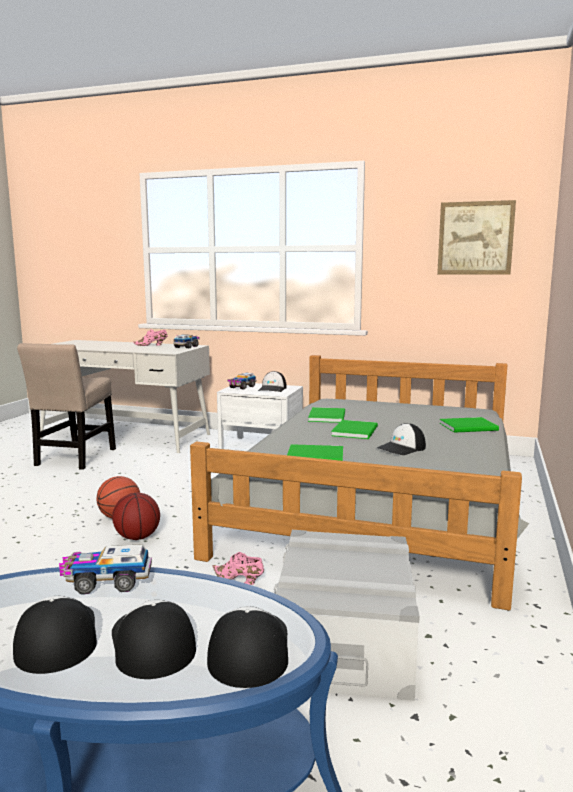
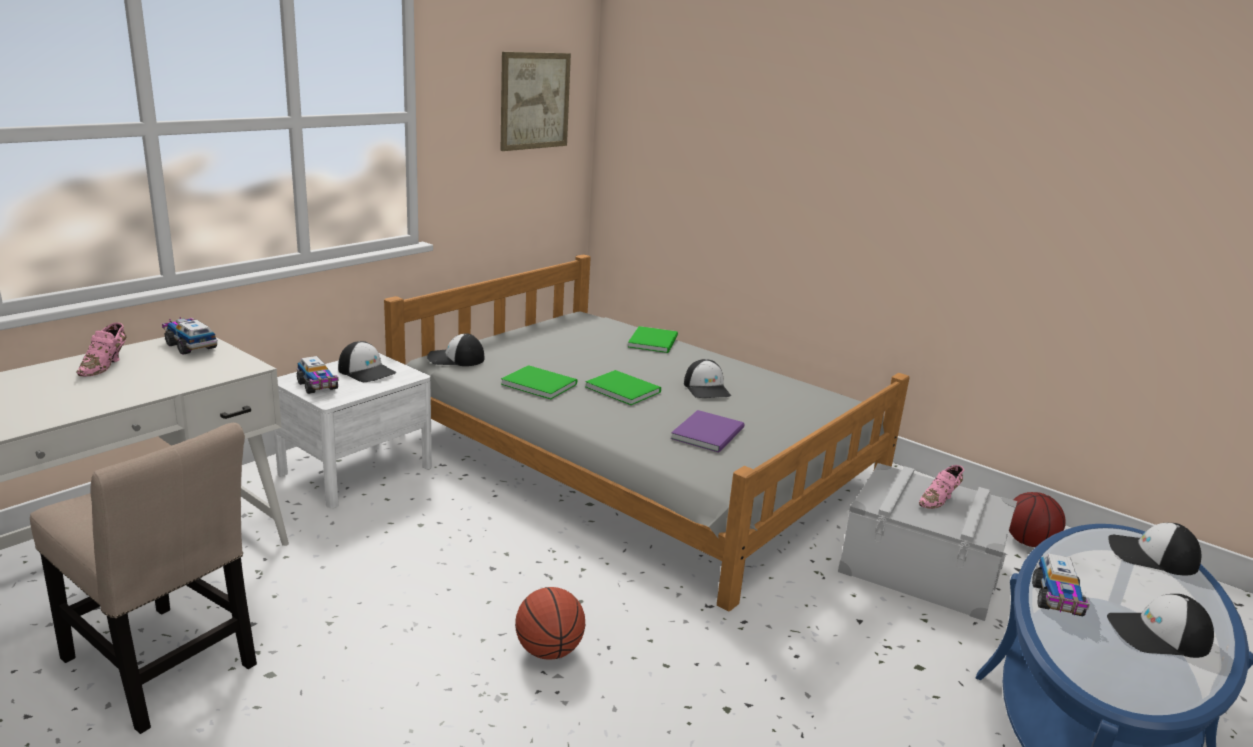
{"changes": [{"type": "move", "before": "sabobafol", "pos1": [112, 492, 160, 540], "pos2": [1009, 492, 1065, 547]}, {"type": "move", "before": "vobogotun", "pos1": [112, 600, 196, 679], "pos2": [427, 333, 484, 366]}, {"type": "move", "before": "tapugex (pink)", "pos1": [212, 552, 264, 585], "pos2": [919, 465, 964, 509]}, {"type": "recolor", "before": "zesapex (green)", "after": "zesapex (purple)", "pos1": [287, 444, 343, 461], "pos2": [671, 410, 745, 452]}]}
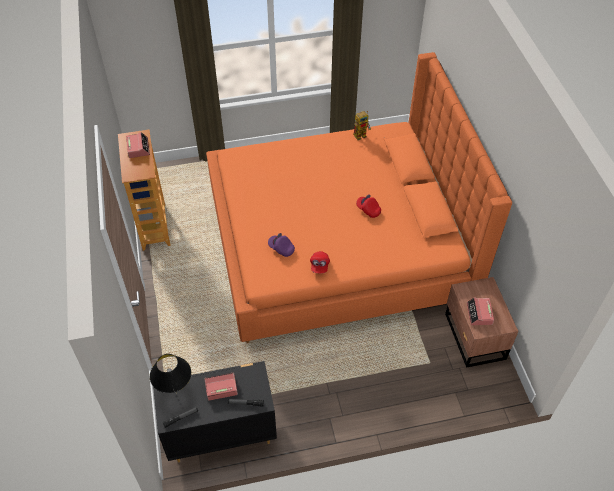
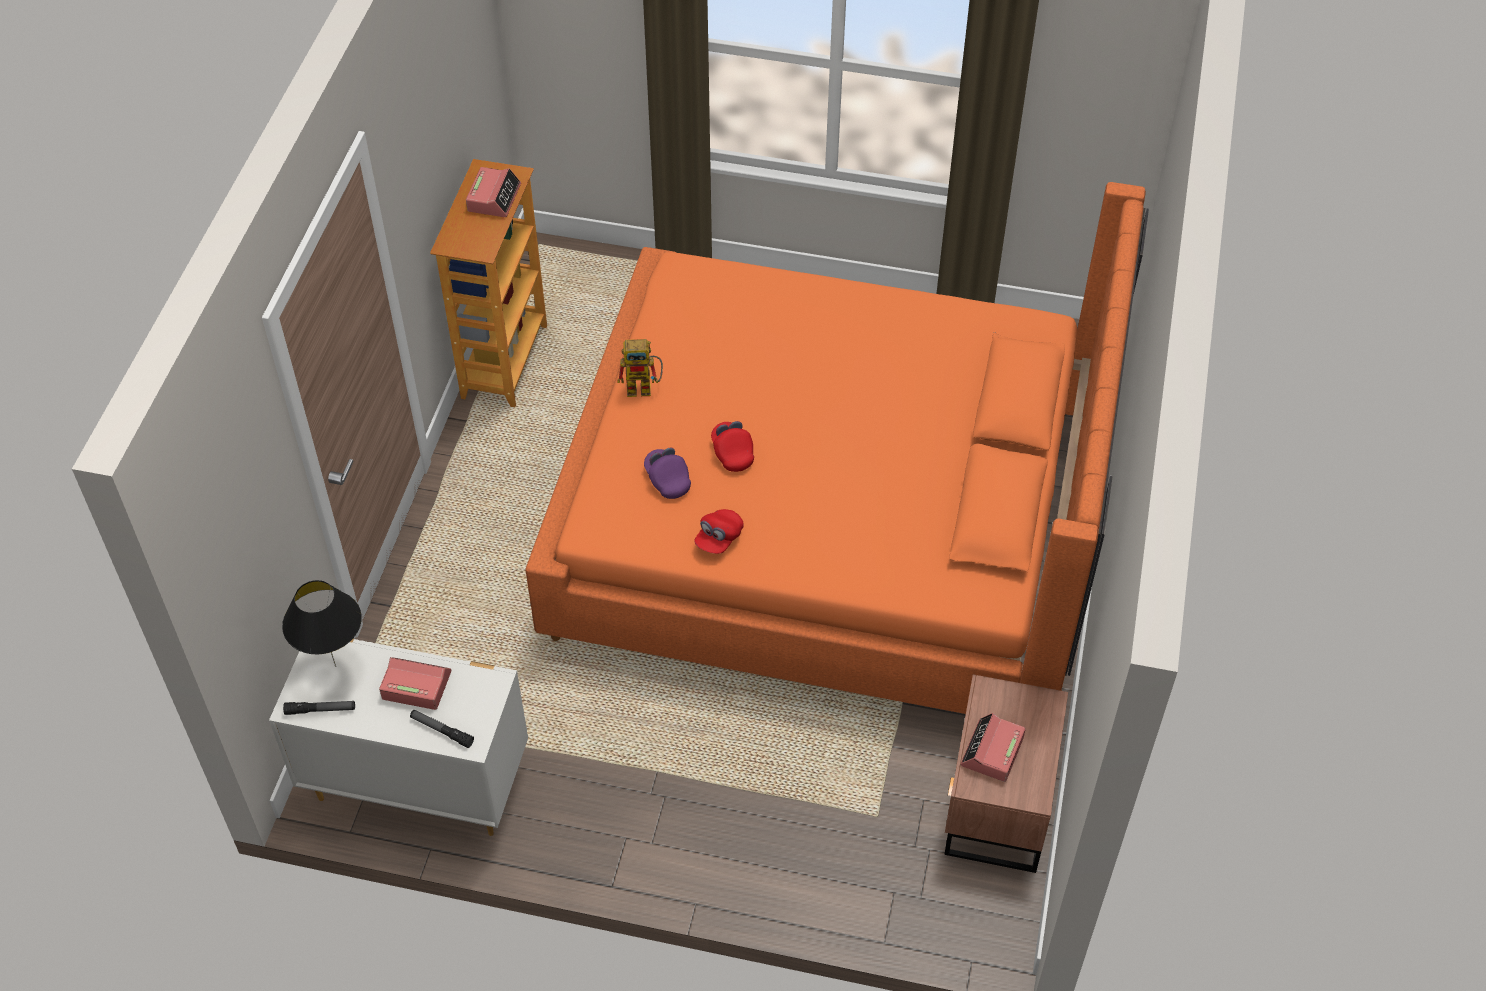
{"changes": [{"type": "recolor", "before": "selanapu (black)", "after": "selanapu (white)", "pos1": [153, 361, 277, 462], "pos2": [269, 638, 528, 836]}, {"type": "move", "before": "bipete", "pos1": [353, 111, 371, 140], "pos2": [618, 339, 663, 397]}, {"type": "move", "before": "vobogotun (red)", "pos1": [356, 194, 381, 218], "pos2": [711, 421, 754, 472]}]}
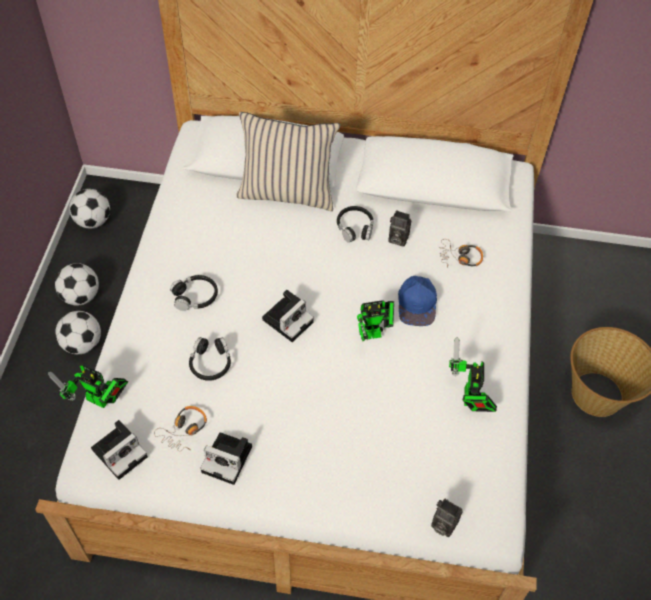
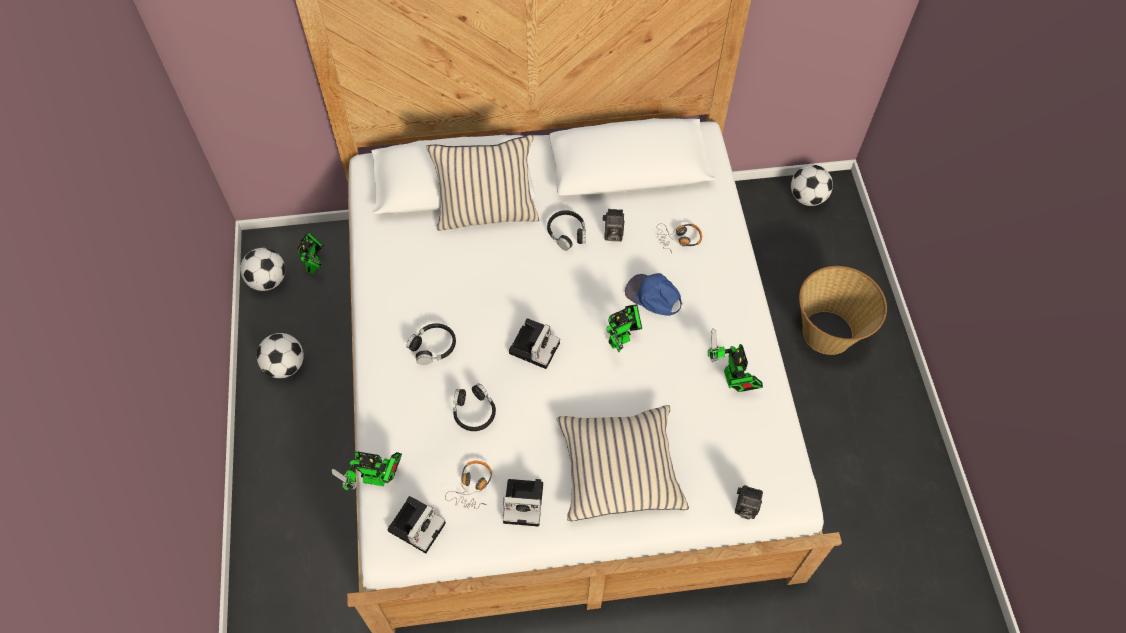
{"changes": [{"type": "move", "before": "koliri", "pos1": [55, 311, 101, 354], "pos2": [791, 165, 833, 206]}, {"type": "rotate", "before": "vobogotun (blue)", "pos1": [398, 276, 437, 326], "pos2": [625, 273, 682, 316], "turn": 135}, {"type": "insert", "after": "bipete", "pos2": [297, 232, 324, 274]}, {"type": "insert", "after": "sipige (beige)", "pos2": [557, 405, 689, 521]}]}
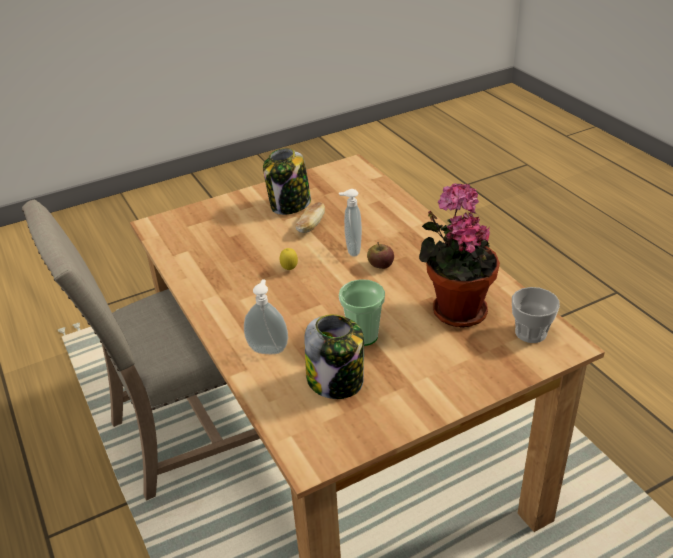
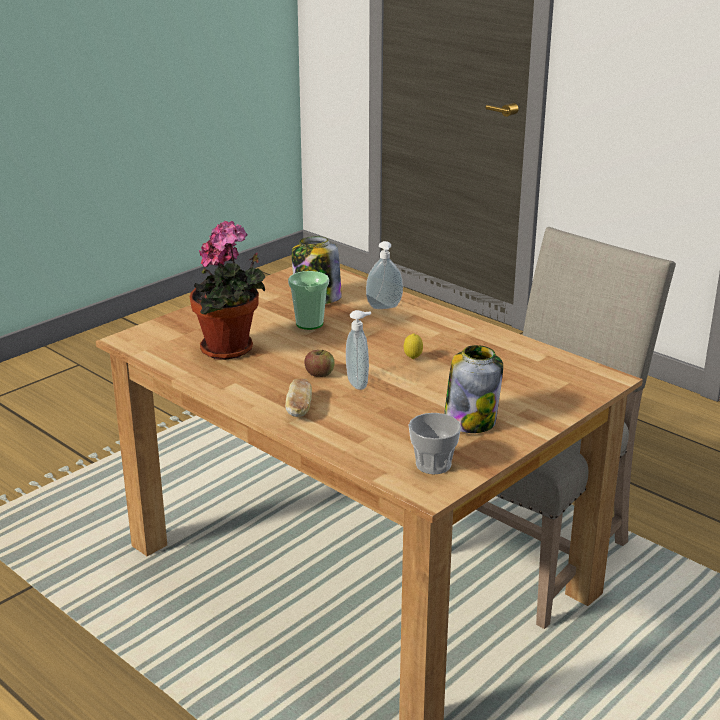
{"changes": [{"type": "move", "before": "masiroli", "pos1": [295, 202, 325, 233], "pos2": [285, 378, 312, 417]}, {"type": "move", "before": "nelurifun", "pos1": [512, 287, 560, 343], "pos2": [409, 413, 461, 474]}]}
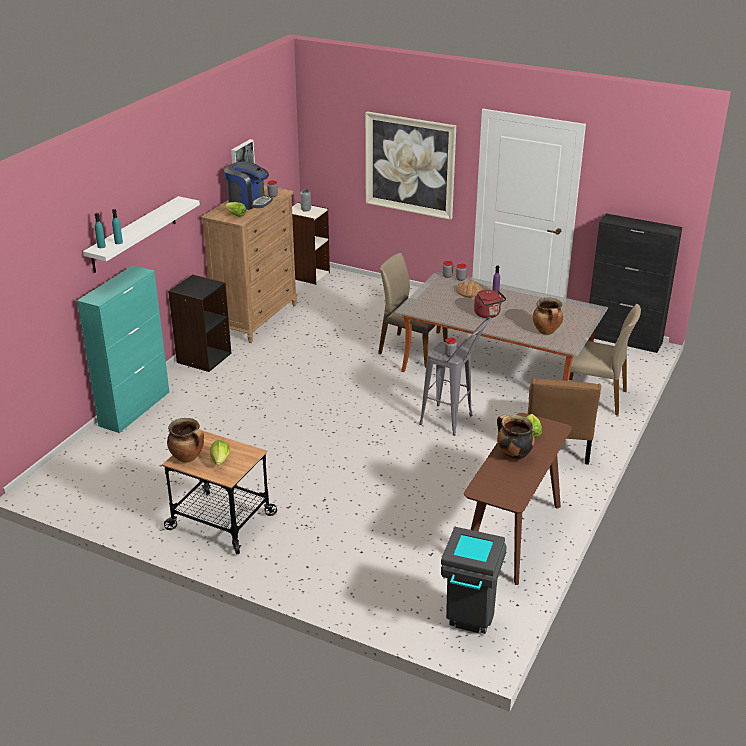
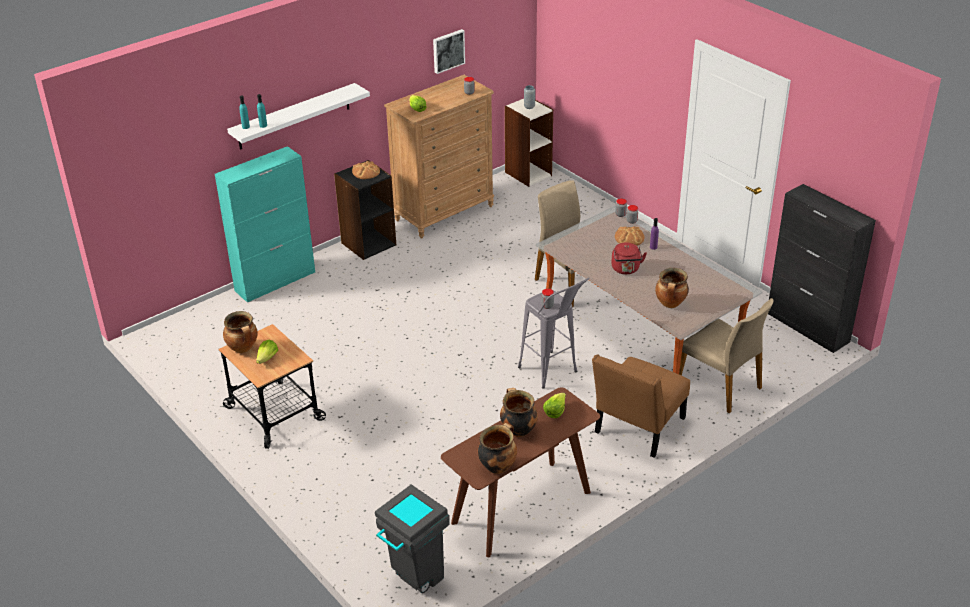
{"changes": [{"type": "delete", "before": "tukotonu", "pos1": [224, 162, 273, 210]}, {"type": "delete", "before": "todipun", "pos1": [365, 112, 456, 220]}, {"type": "insert", "after": "masiroli", "pos2": [352, 161, 380, 179]}, {"type": "insert", "after": "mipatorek", "pos2": [478, 423, 517, 474]}]}
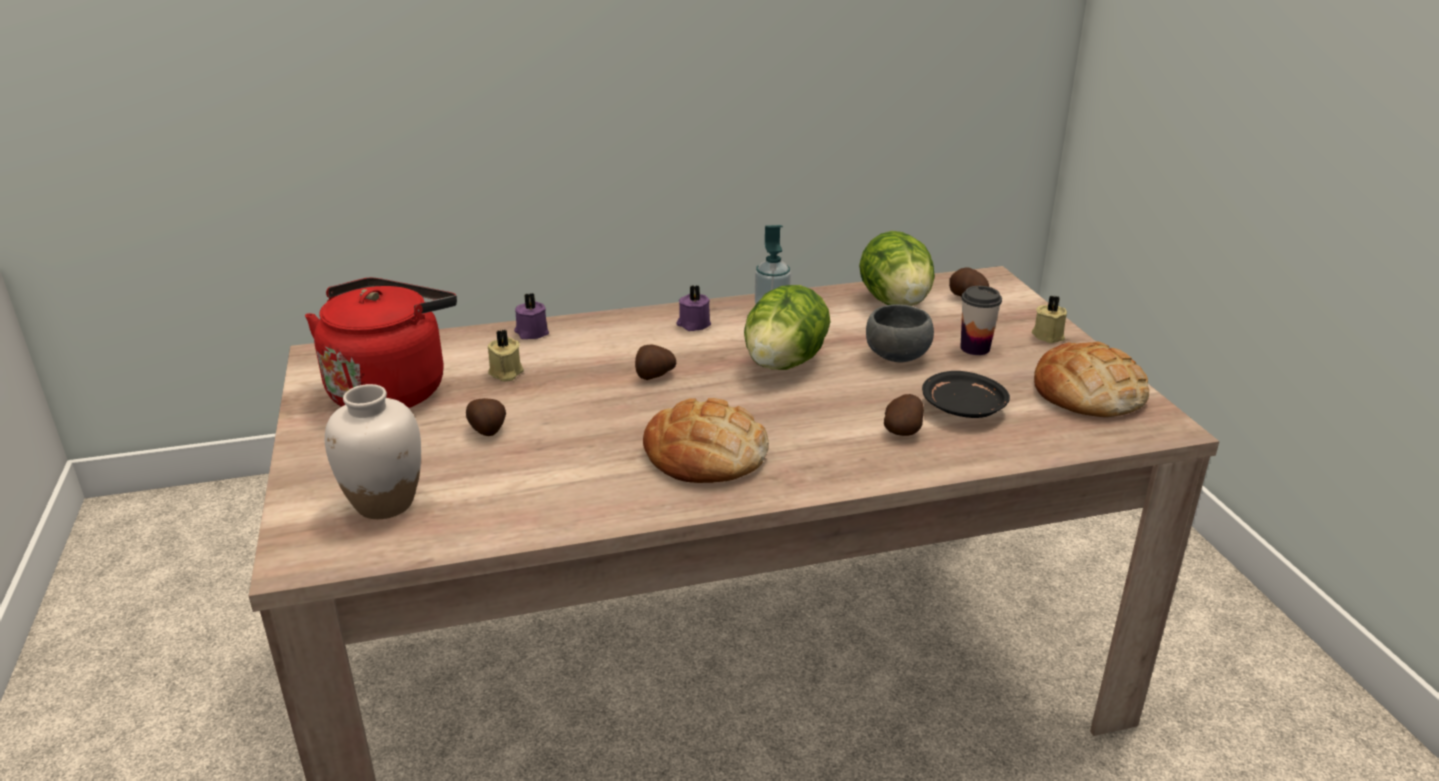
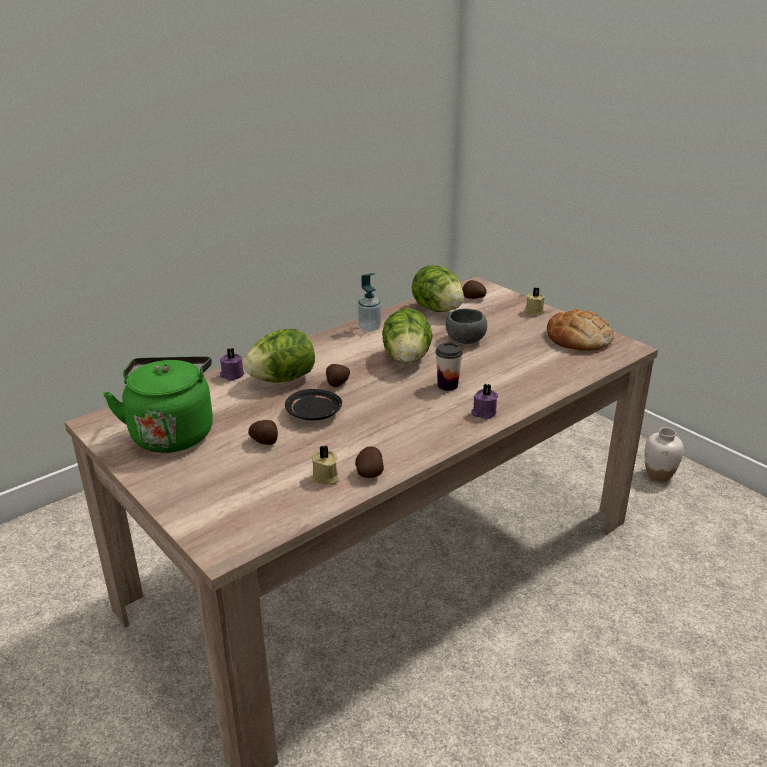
{"changes": [{"type": "recolor", "before": "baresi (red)", "after": "baresi (green)", "pos1": [305, 278, 457, 408], "pos2": [103, 356, 213, 453]}, {"type": "move", "before": "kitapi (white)", "pos1": [325, 384, 421, 519], "pos2": [644, 427, 684, 482]}, {"type": "move", "before": "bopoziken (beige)", "pos1": [488, 330, 524, 382], "pos2": [312, 445, 339, 485]}, {"type": "delete", "before": "masiroli", "pos1": [643, 398, 769, 483]}, {"type": "move", "before": "bopoziken (purple)", "pos1": [676, 285, 711, 331], "pos2": [471, 384, 498, 419]}, {"type": "move", "before": "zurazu", "pos1": [884, 394, 924, 436], "pos2": [355, 446, 384, 478]}, {"type": "move", "before": "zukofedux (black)", "pos1": [922, 371, 1010, 418], "pos2": [285, 389, 342, 420]}, {"type": "move", "before": "nelurifun", "pos1": [961, 286, 1002, 355], "pos2": [435, 343, 463, 391]}, {"type": "insert", "after": "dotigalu", "pos2": [243, 329, 315, 383]}]}
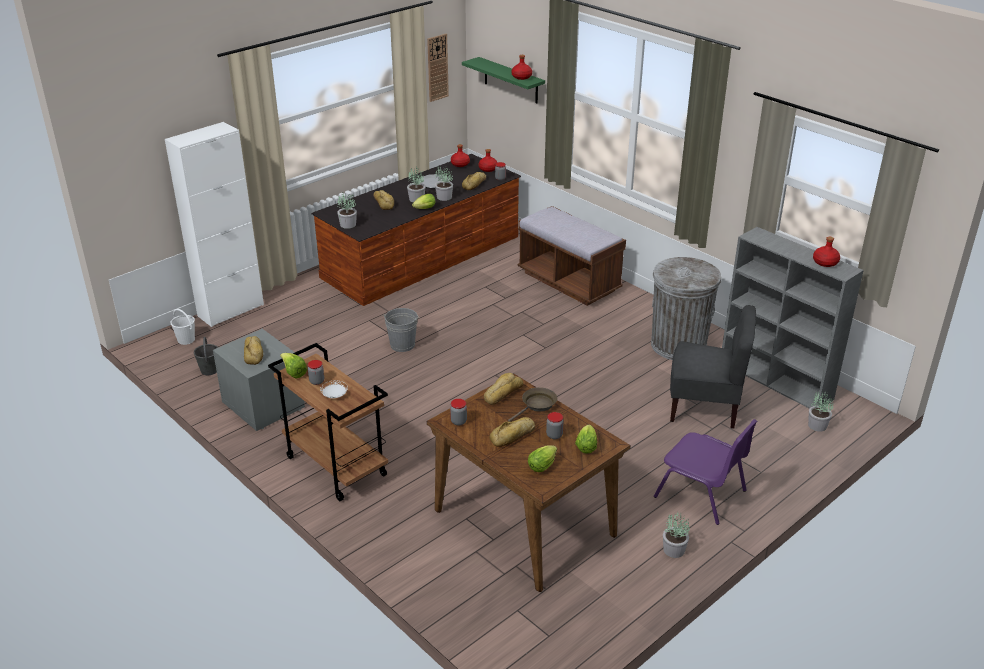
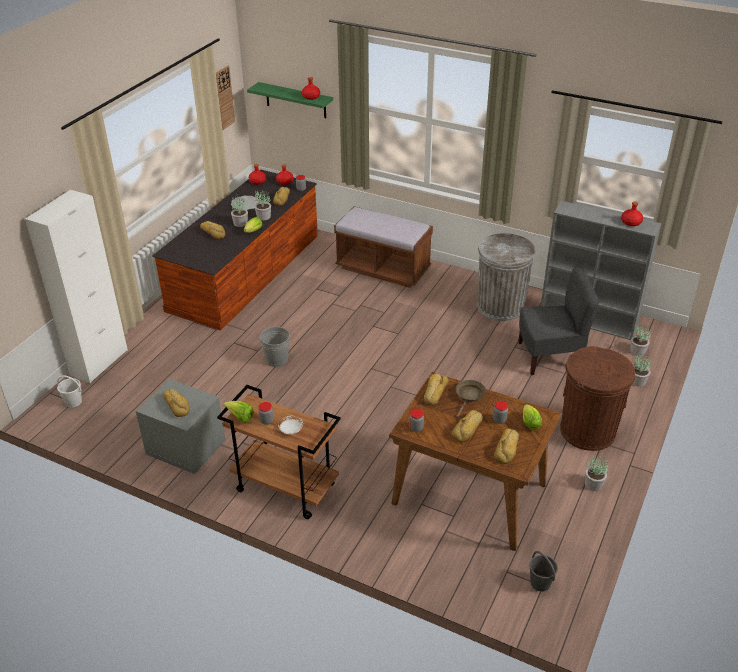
{"changes": [{"type": "move", "before": "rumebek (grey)", "pos1": [194, 337, 218, 375], "pos2": [529, 551, 558, 592]}, {"type": "move", "before": "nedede", "pos1": [337, 192, 357, 229], "pos2": [633, 354, 651, 387]}, {"type": "replace", "before": "dotigalu", "after": "masiroli", "pos1": [528, 445, 557, 472], "pos2": [494, 428, 519, 464]}, {"type": "replace", "before": "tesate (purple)", "after": "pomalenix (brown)", "pos1": [654, 419, 757, 525], "pos2": [560, 346, 635, 451]}]}
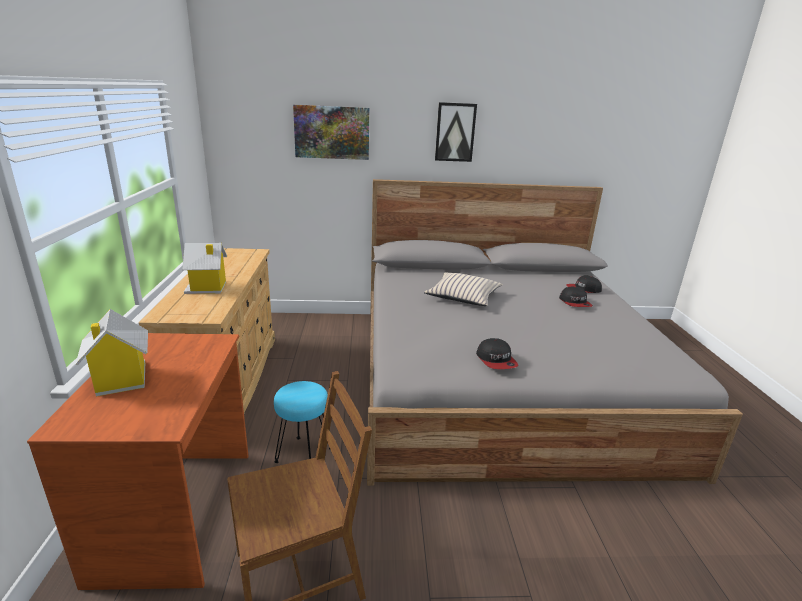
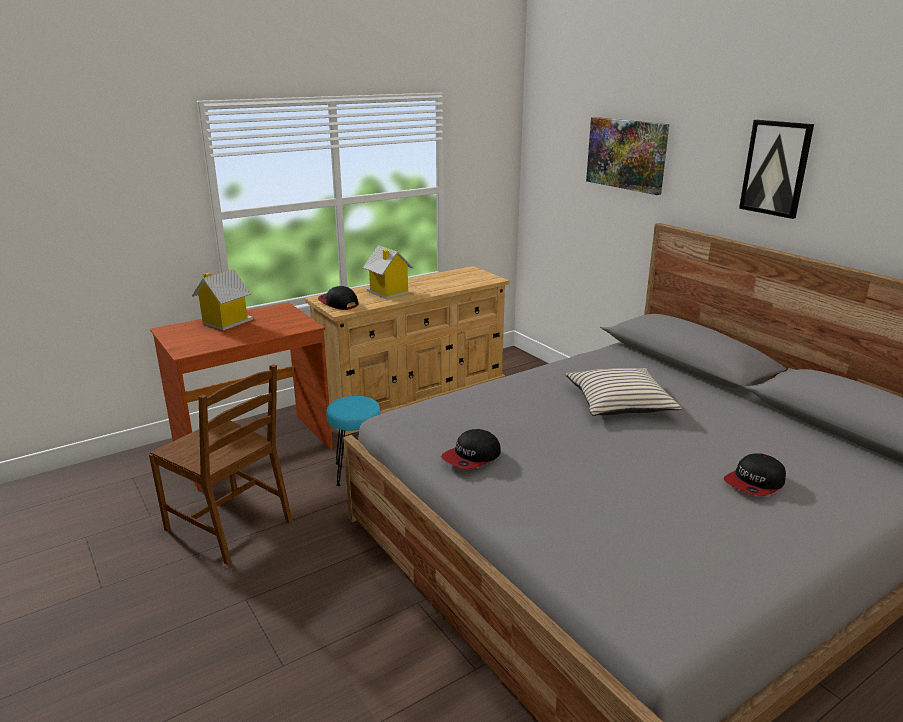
{"changes": [{"type": "move", "before": "vobogotun", "pos1": [566, 275, 602, 293], "pos2": [318, 286, 358, 310]}]}
